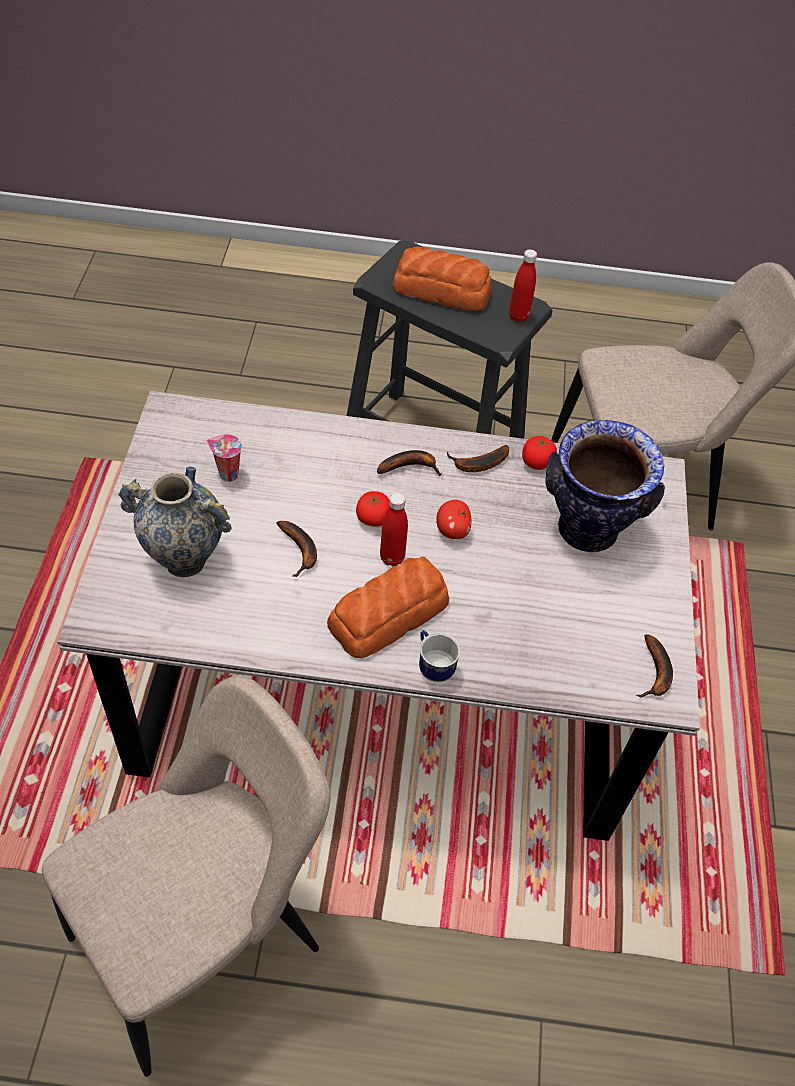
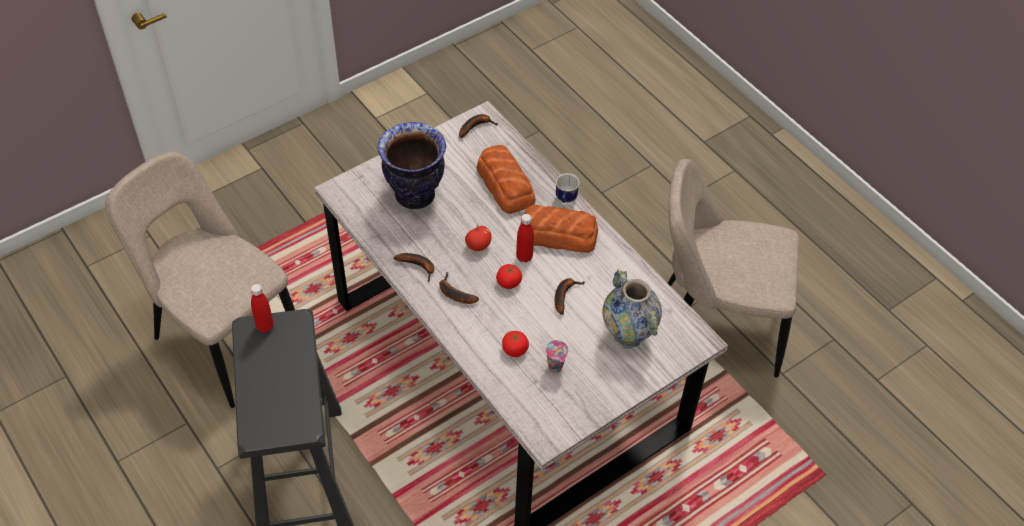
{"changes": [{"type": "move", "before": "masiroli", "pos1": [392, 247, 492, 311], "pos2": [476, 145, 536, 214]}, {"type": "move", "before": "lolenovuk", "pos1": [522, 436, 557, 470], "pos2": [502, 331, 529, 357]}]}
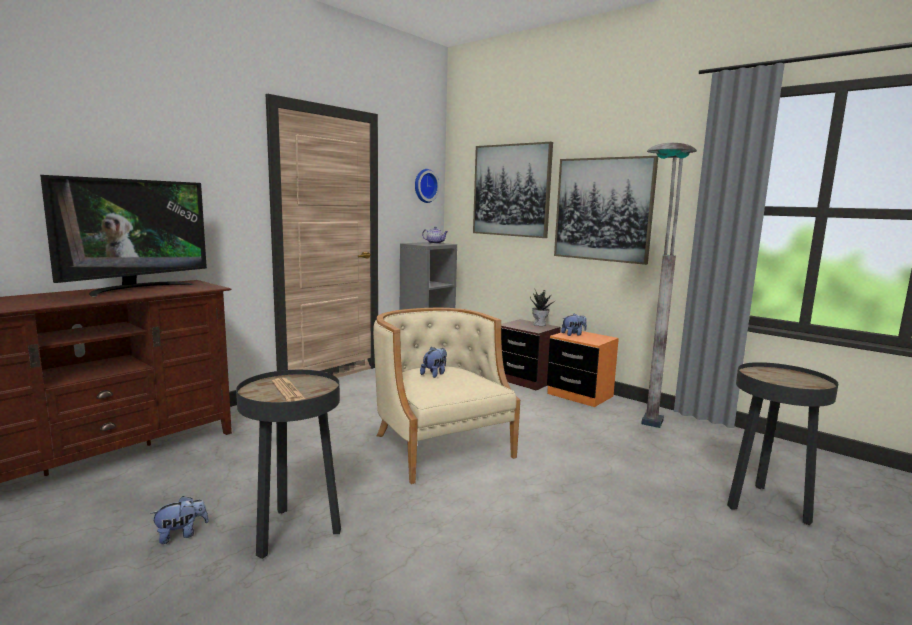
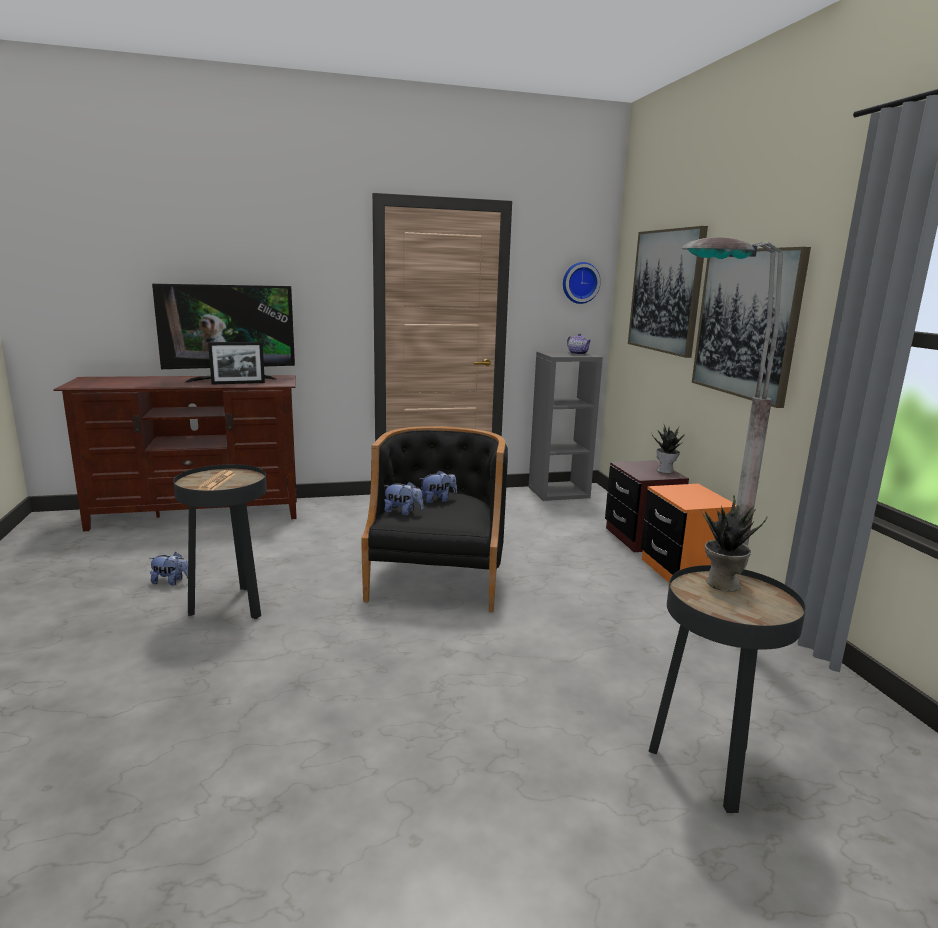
{"changes": [{"type": "recolor", "before": "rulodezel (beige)", "after": "rulodezel (black)", "pos1": [373, 308, 520, 484], "pos2": [361, 426, 508, 612]}, {"type": "move", "before": "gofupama", "pos1": [561, 313, 587, 336], "pos2": [384, 481, 423, 516]}, {"type": "insert", "after": "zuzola", "pos2": [208, 342, 265, 384]}, {"type": "insert", "after": "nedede", "pos2": [701, 495, 767, 592]}]}
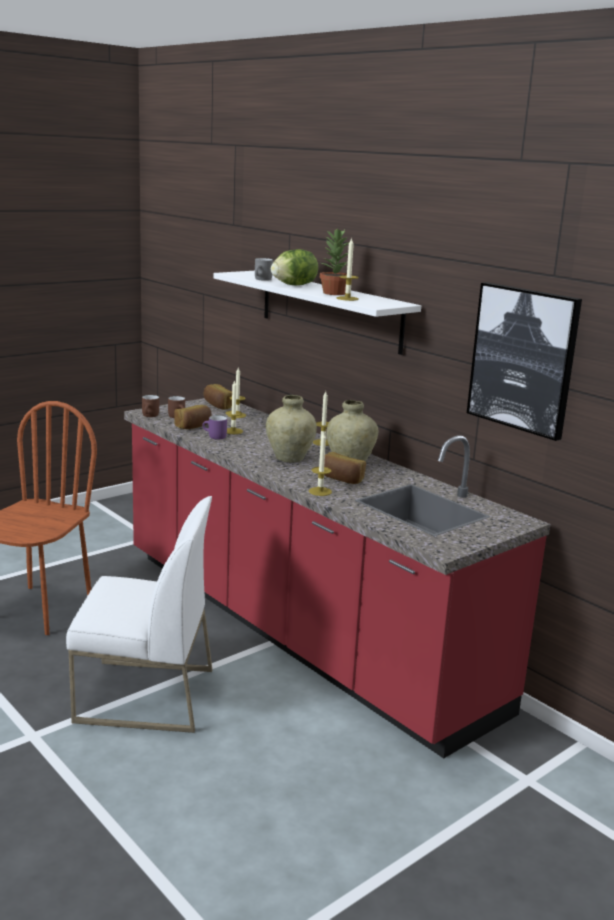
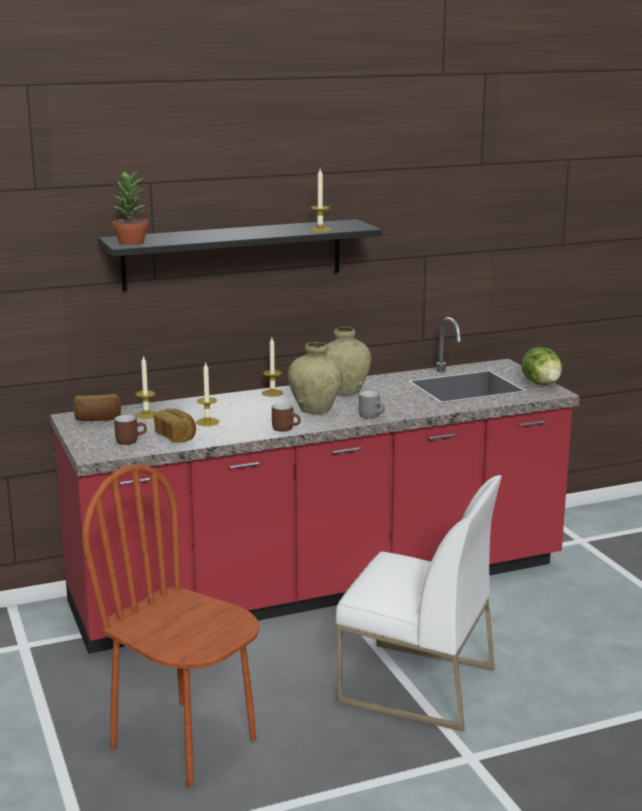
{"changes": [{"type": "rotate", "before": "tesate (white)", "pos1": [66, 496, 212, 733], "pos2": [336, 475, 502, 731], "turn": 90}, {"type": "move", "before": "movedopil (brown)", "pos1": [142, 395, 159, 417], "pos2": [272, 403, 301, 432]}, {"type": "delete", "before": "movedopil (purple)", "pos1": [202, 415, 227, 439]}, {"type": "recolor", "before": "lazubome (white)", "after": "lazubome (black)", "pos1": [214, 271, 421, 355], "pos2": [98, 219, 382, 291]}, {"type": "move", "before": "movedopil (grey)", "pos1": [255, 258, 273, 281], "pos2": [359, 391, 385, 419]}, {"type": "move", "before": "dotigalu", "pos1": [271, 249, 318, 286], "pos2": [521, 347, 562, 385]}, {"type": "delete", "before": "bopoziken", "pos1": [309, 433, 332, 496]}, {"type": "move", "before": "nedede", "pos1": [319, 228, 349, 295], "pos2": [112, 171, 148, 245]}, {"type": "delete", "before": "masiroli", "pos1": [324, 452, 366, 484]}, {"type": "delete", "before": "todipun", "pos1": [467, 282, 582, 441]}]}
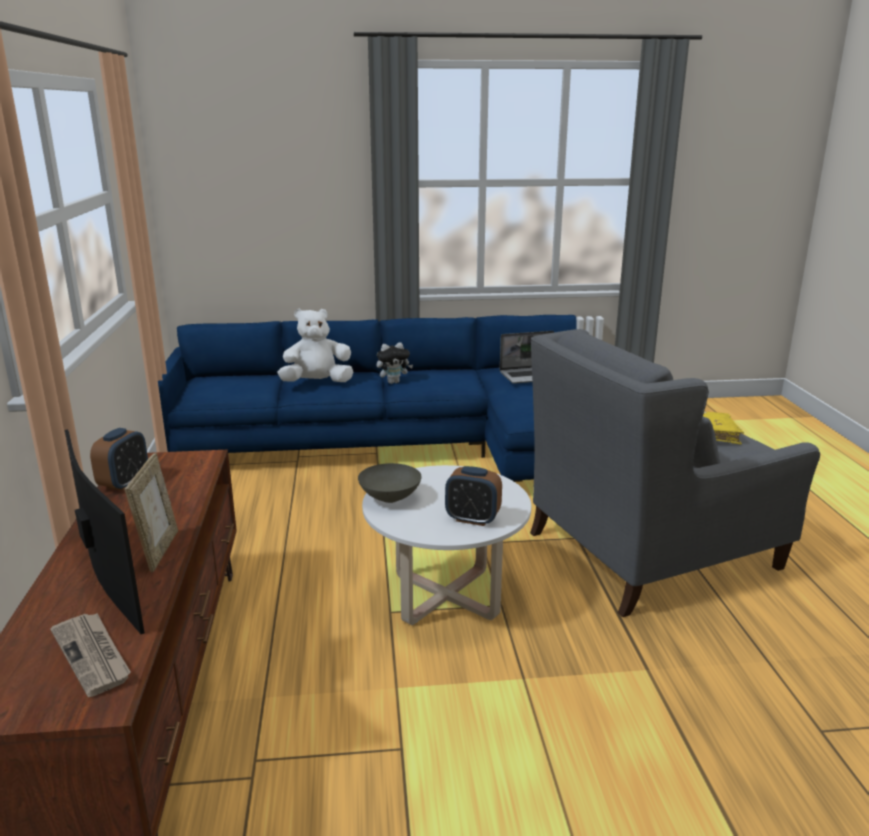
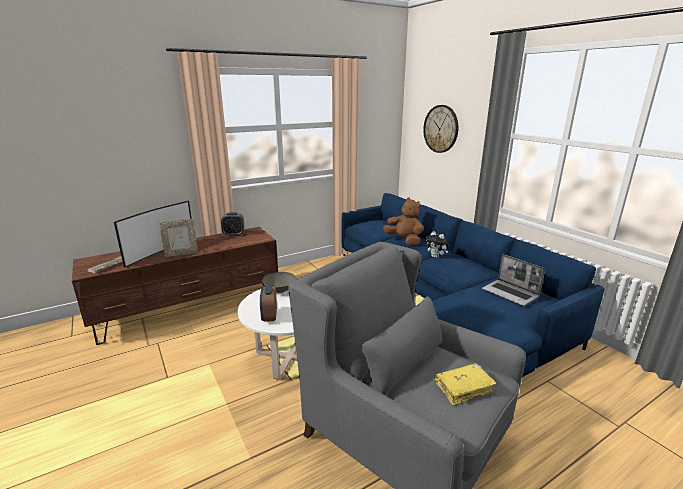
{"changes": [{"type": "recolor", "before": "gofupama (white)", "after": "gofupama (brown)", "pos1": [277, 308, 353, 382], "pos2": [383, 198, 424, 245]}, {"type": "insert", "after": "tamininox", "pos2": [423, 105, 458, 153]}]}
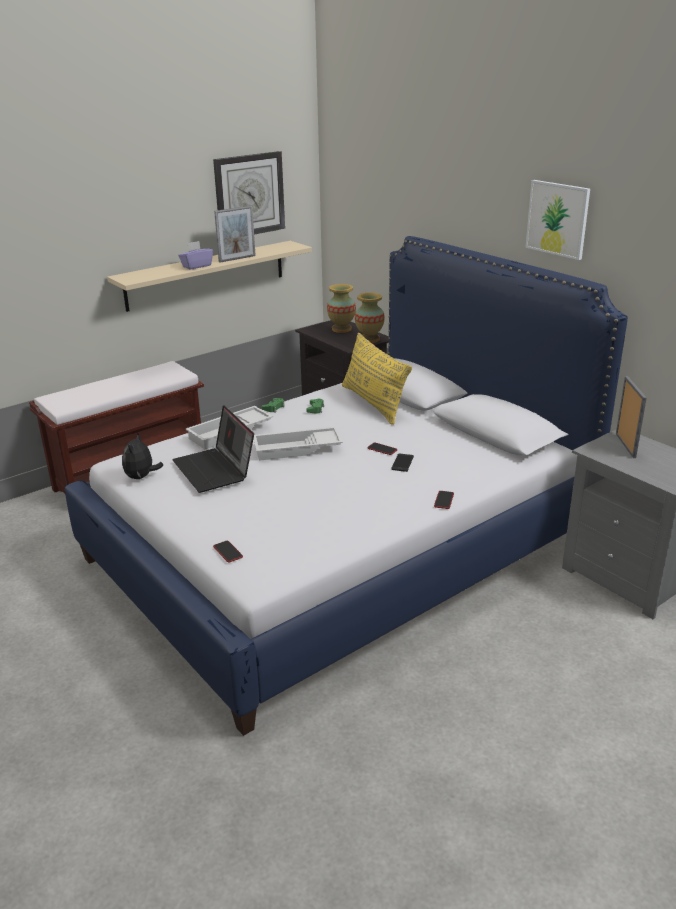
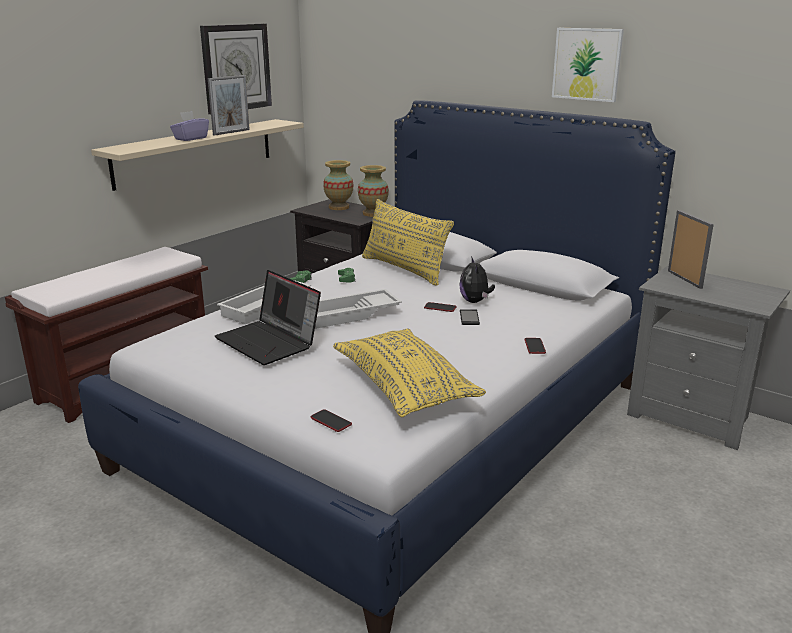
{"changes": [{"type": "move", "before": "gofupama", "pos1": [122, 433, 163, 479], "pos2": [459, 256, 495, 303]}, {"type": "insert", "after": "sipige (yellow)", "pos2": [333, 328, 486, 417]}]}
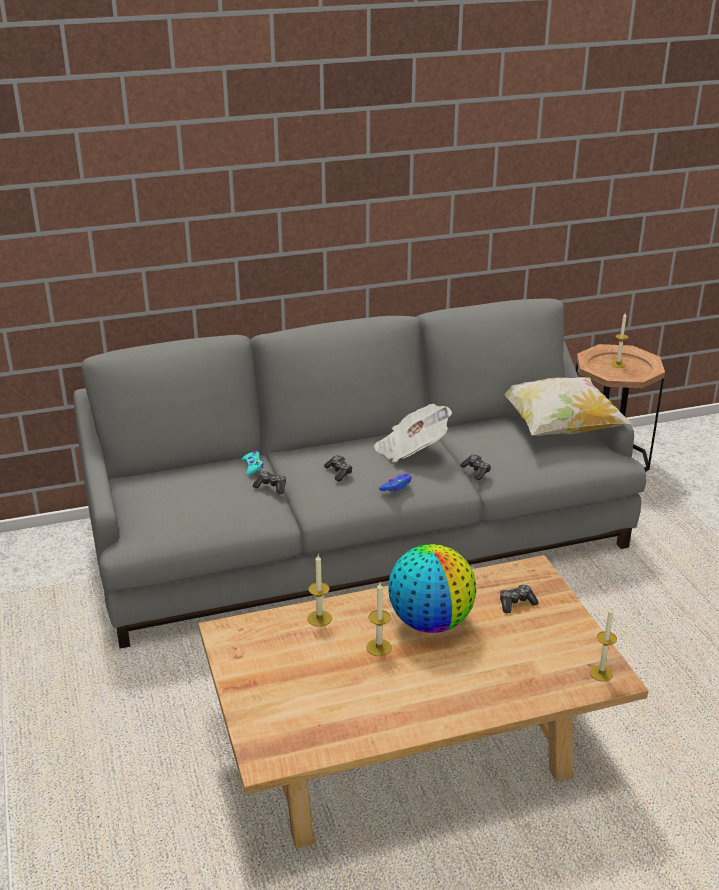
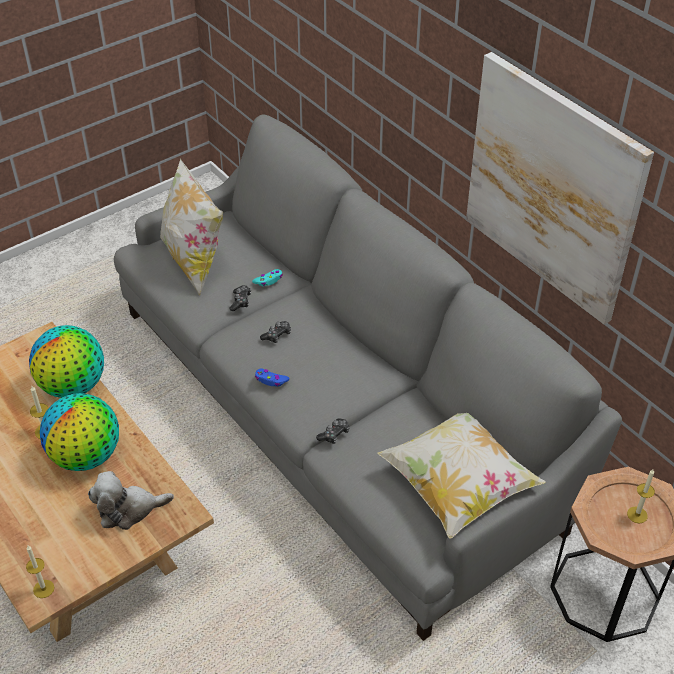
{"changes": [{"type": "replace", "before": "bopoziken", "after": "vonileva", "pos1": [307, 555, 332, 627], "pos2": [29, 325, 104, 398]}, {"type": "delete", "before": "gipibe", "pos1": [374, 404, 452, 462]}, {"type": "replace", "before": "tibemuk", "after": "gofupama", "pos1": [500, 585, 539, 613], "pos2": [88, 471, 174, 530]}, {"type": "insert", "after": "sipige", "pos2": [160, 158, 223, 296]}, {"type": "insert", "after": "todipun", "pos2": [466, 52, 654, 325]}]}
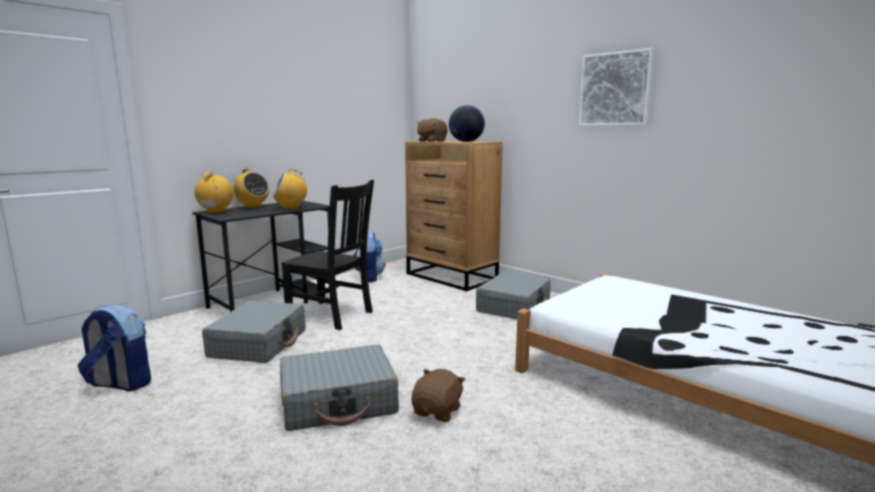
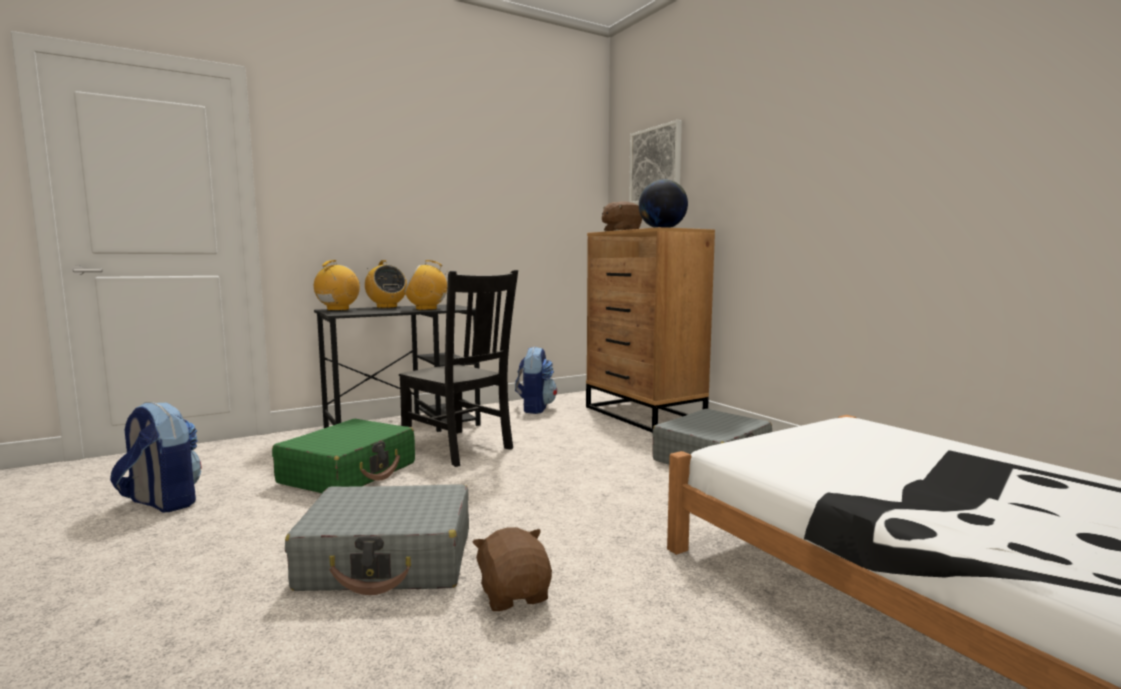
{"changes": [{"type": "recolor", "before": "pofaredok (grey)", "after": "pofaredok (green)", "pos1": [202, 301, 305, 363], "pos2": [272, 419, 415, 493]}, {"type": "rotate", "before": "gofupama (brown)", "pos1": [411, 369, 466, 422], "pos2": [472, 527, 552, 611], "turn": -60}, {"type": "move", "before": "todipun", "pos1": [578, 48, 654, 126], "pos2": [629, 120, 682, 204]}]}
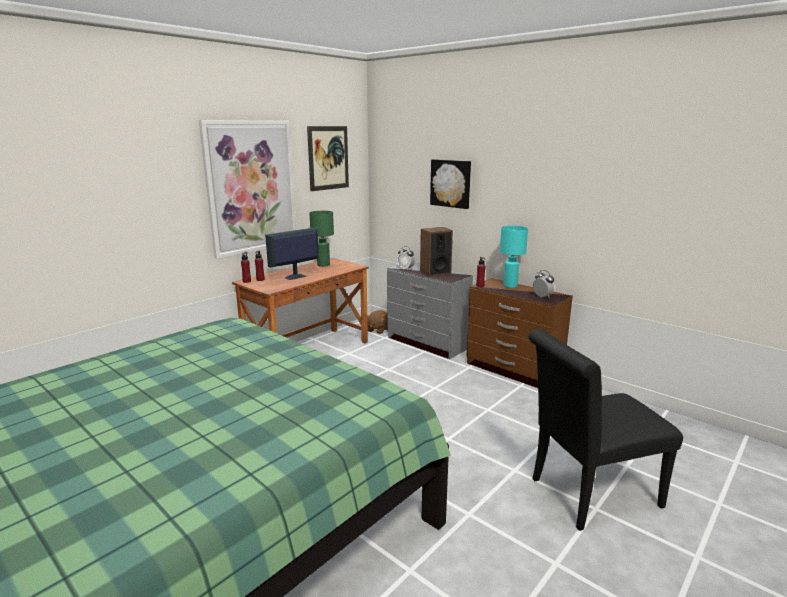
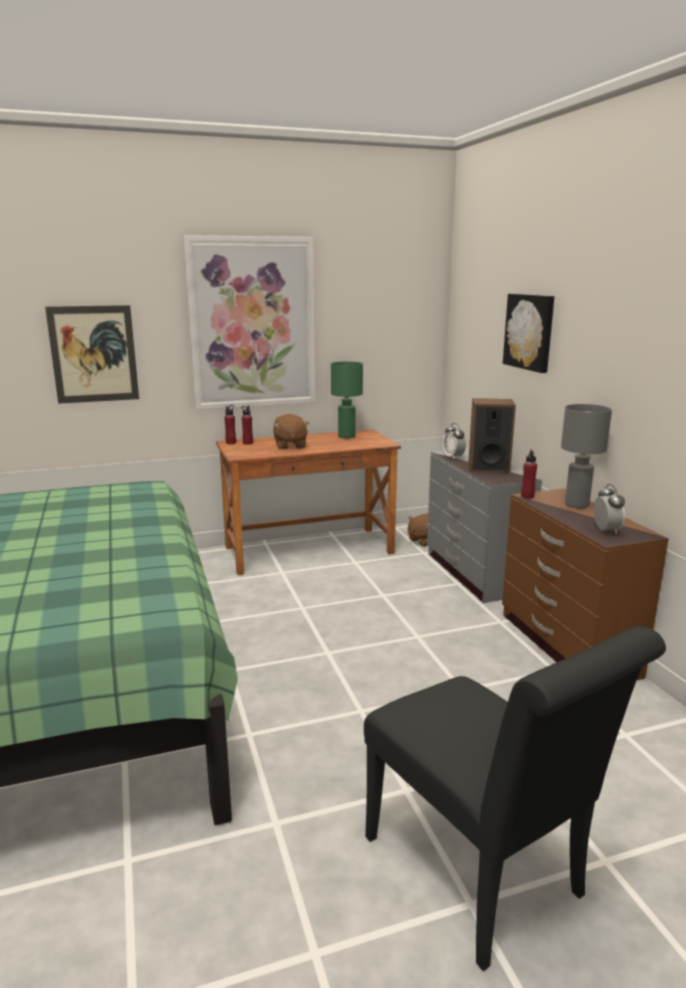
{"changes": [{"type": "replace", "before": "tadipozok", "after": "gofupama (brown)", "pos1": [265, 227, 319, 280], "pos2": [273, 414, 309, 449]}, {"type": "move", "before": "todipun", "pos1": [307, 126, 349, 191], "pos2": [45, 305, 139, 404]}, {"type": "recolor", "before": "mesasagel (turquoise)", "after": "mesasagel (grey)", "pos1": [500, 226, 528, 288], "pos2": [561, 404, 612, 508]}, {"type": "rotate", "before": "tesate (black)", "pos1": [529, 329, 683, 531], "pos2": [364, 626, 666, 971], "turn": -135}]}
